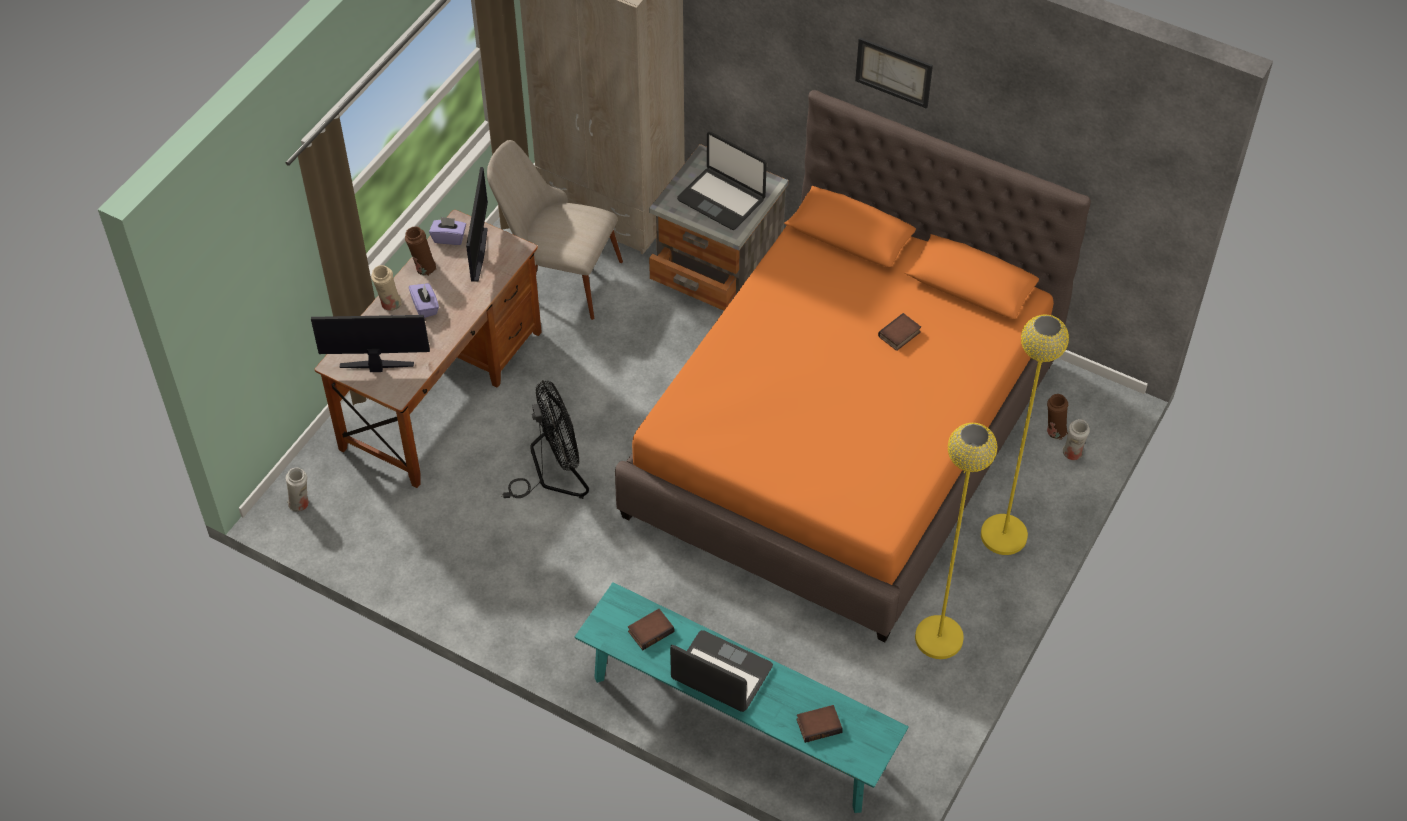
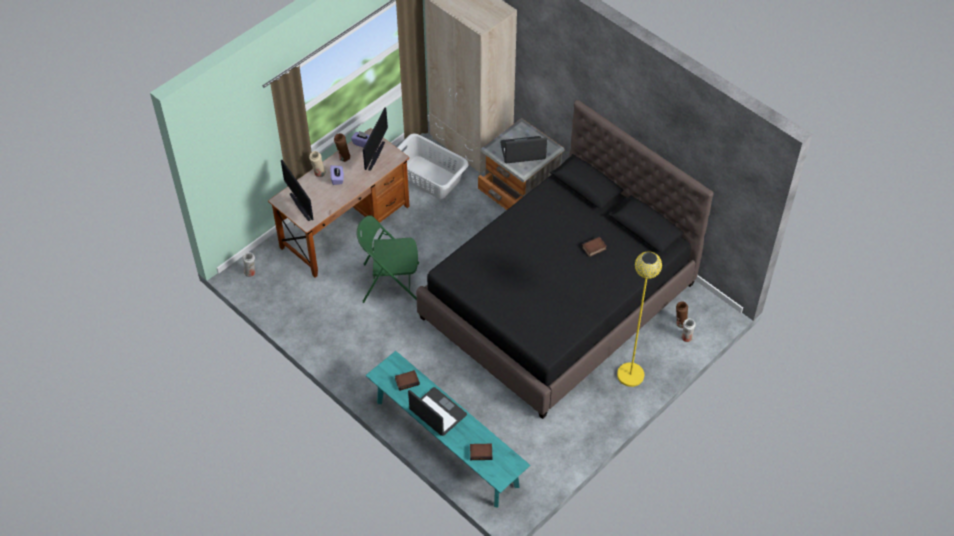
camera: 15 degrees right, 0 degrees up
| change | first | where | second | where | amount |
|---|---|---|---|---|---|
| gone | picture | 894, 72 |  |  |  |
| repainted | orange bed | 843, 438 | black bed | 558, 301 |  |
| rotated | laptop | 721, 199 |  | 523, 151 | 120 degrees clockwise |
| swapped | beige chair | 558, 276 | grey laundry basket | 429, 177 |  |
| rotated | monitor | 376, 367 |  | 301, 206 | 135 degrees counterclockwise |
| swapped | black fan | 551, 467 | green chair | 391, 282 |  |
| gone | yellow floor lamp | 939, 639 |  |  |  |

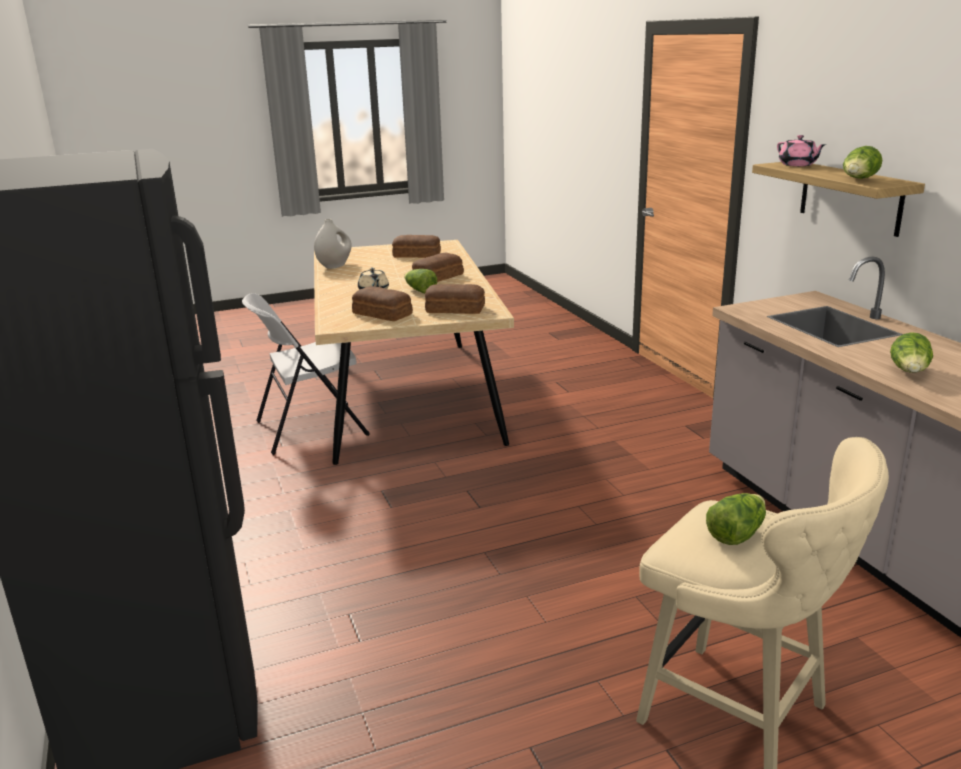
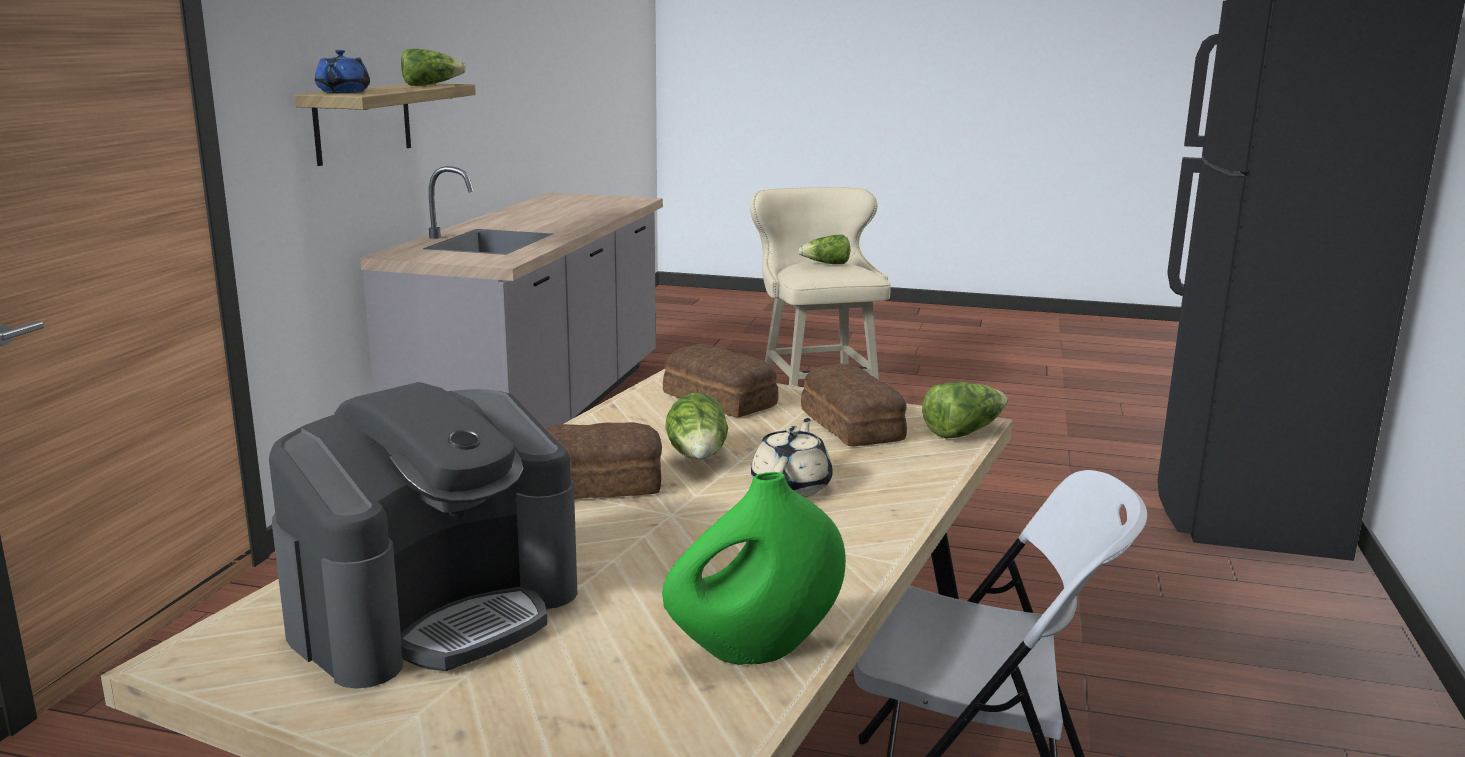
camera: 145 degrees left, 5 degrees down
| change | first | where | second | where | amount |
|---|---|---|---|---|---|
| repainted | pink teapot | 798, 165 | blue teapot | 344, 92 |  |
| repainted | white vase | 335, 266 | green vase | 754, 651 |  |
| swapped | bread | 417, 255 | coffee machine | 436, 609 |  |
| shifted | lettuce | 910, 372 |  | 963, 432 |  |

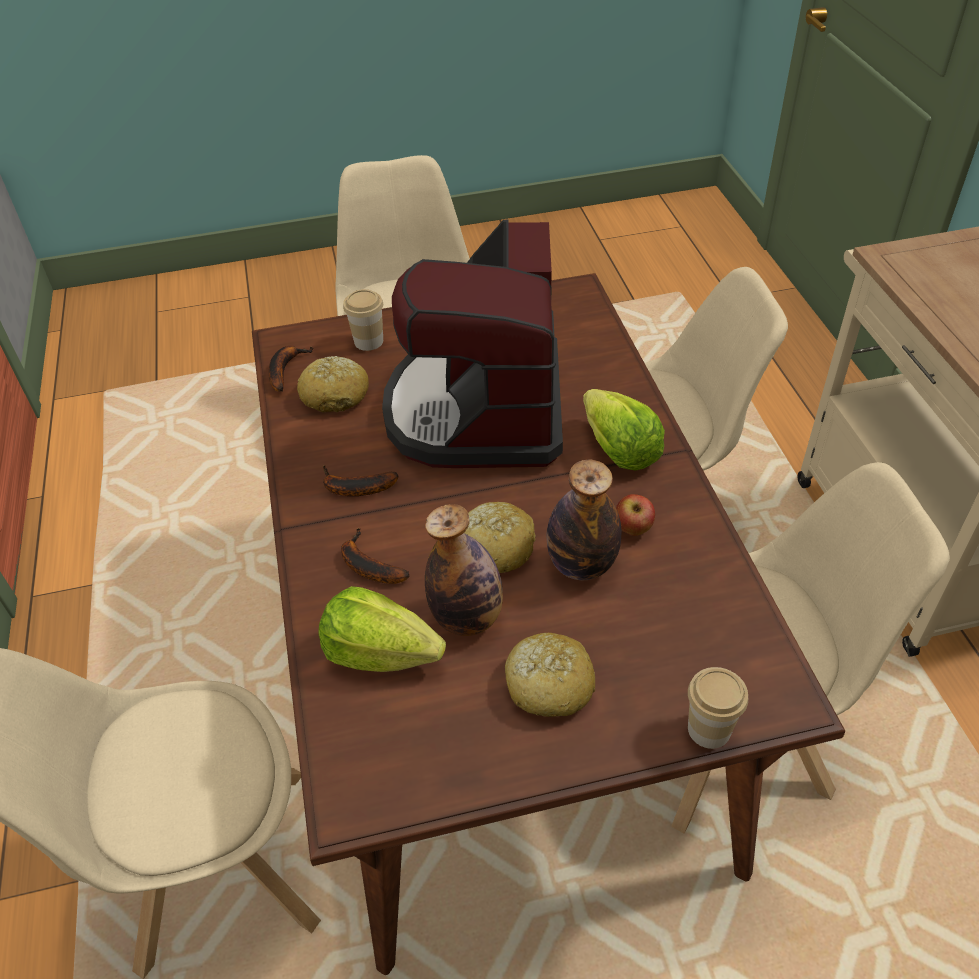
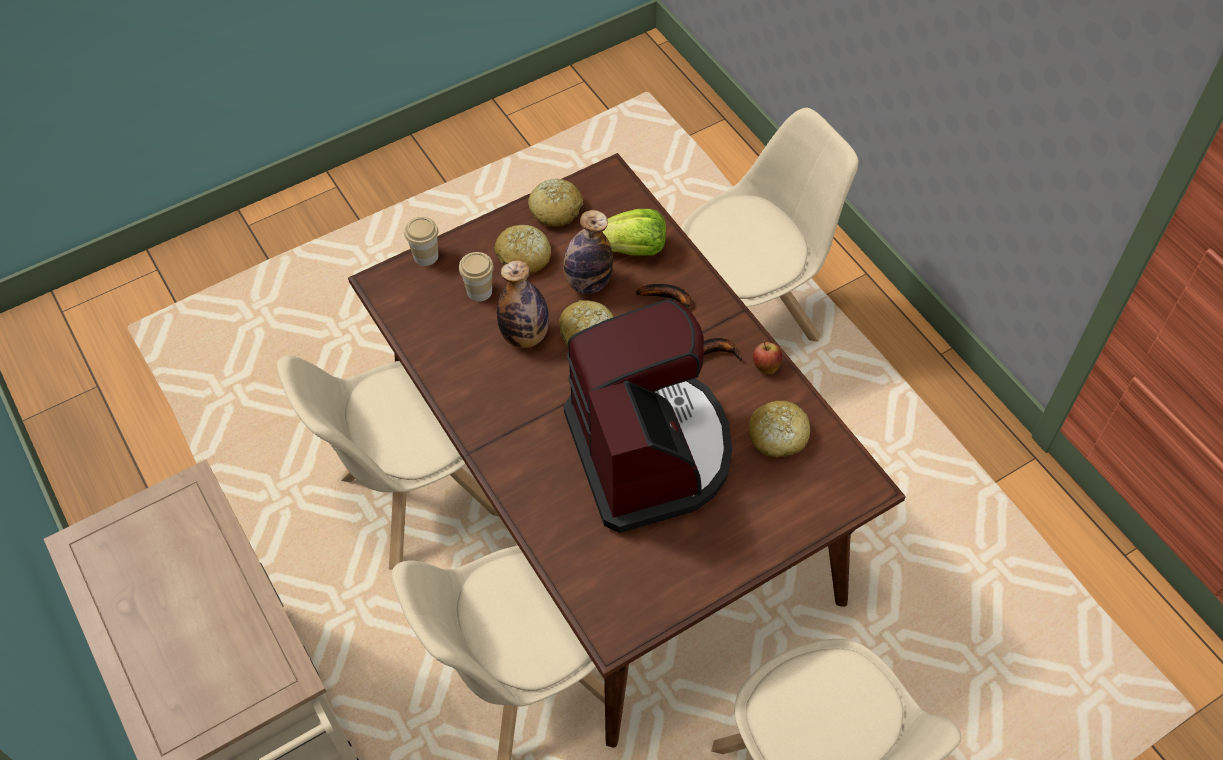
camera: 160 degrees right, 10 degrees up
| change | first | where | second | where | amount |
|---|---|---|---|---|---|
| shifted | cup | 368, 341 |  | 479, 291 |  |
| gone | banana | 285, 369 |  |  |  |
| gone | lettuce | 619, 450 |  |  |  |
| shifted | apple | 633, 529 |  | 765, 366 |  |
| new |  |  | bread | 556, 209 |  |

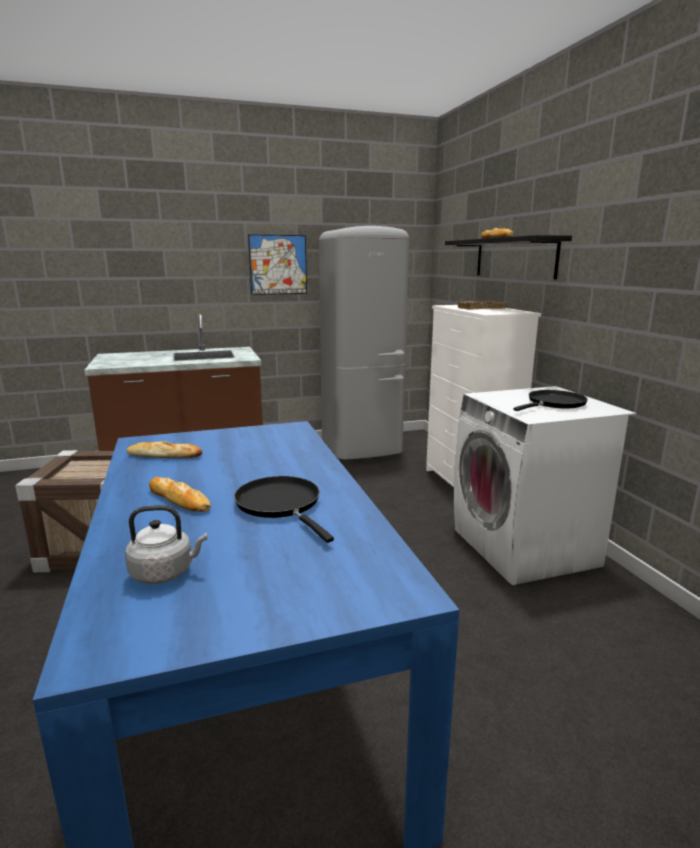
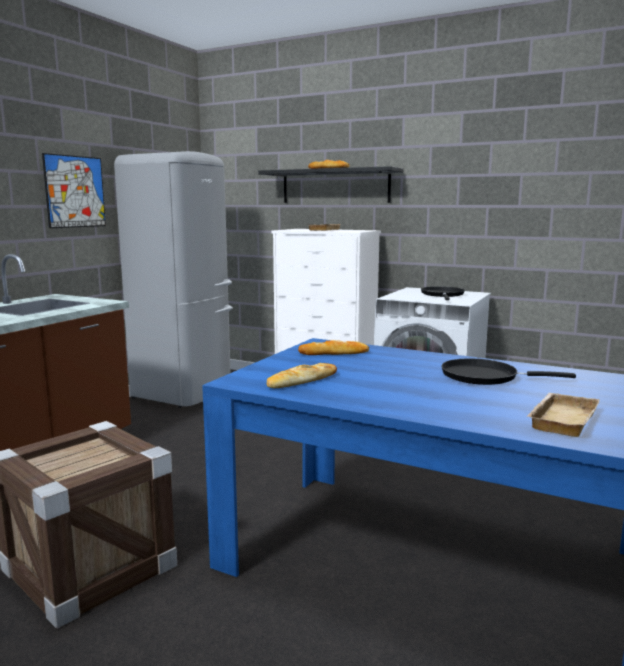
camera: 45 degrees left, 5 degrees down
| change | first | where | second | where | amount |
|---|---|---|---|---|---|
| shifted | bread | 179, 499 |  | 334, 353 |  |
| swapped | grey kettle | 165, 573 | beige tray | 560, 419 |  |

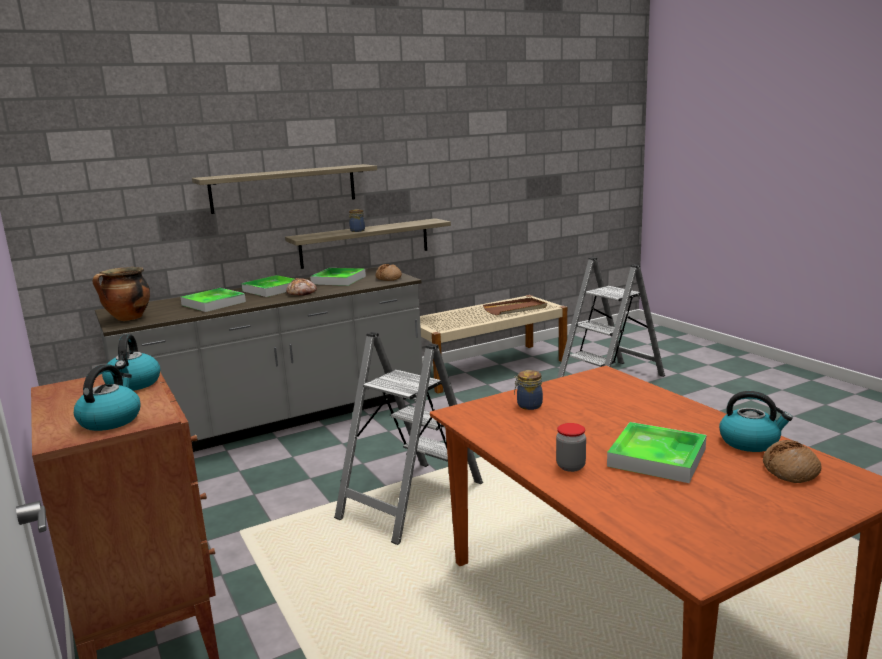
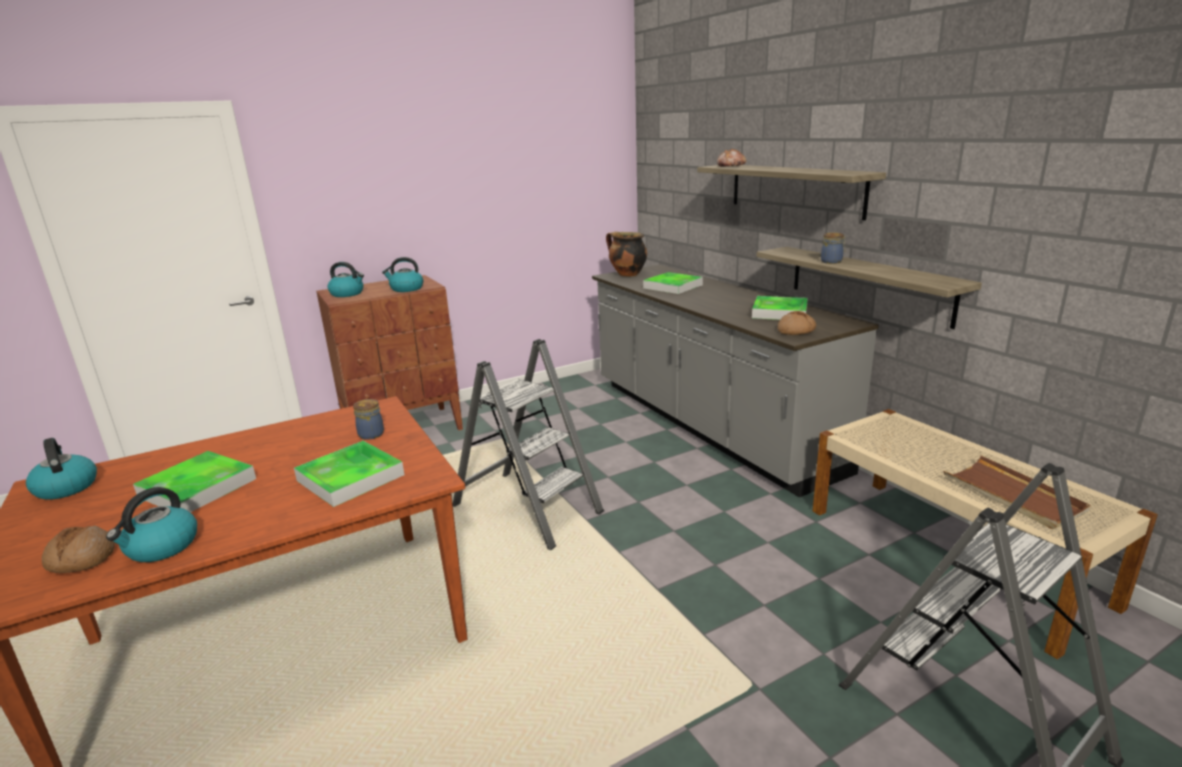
camera: 90 degrees right, 5 degrees up
| change | first | where | second | where | amount |
|---|---|---|---|---|---|
| shifted | tray | 272, 289 |  | 350, 478 |  |
| shifted | bread | 302, 293 |  | 730, 166 |  |
| gone | jar | 570, 466 |  |  |  |
| new |  |  | kettle | 66, 487 |  |

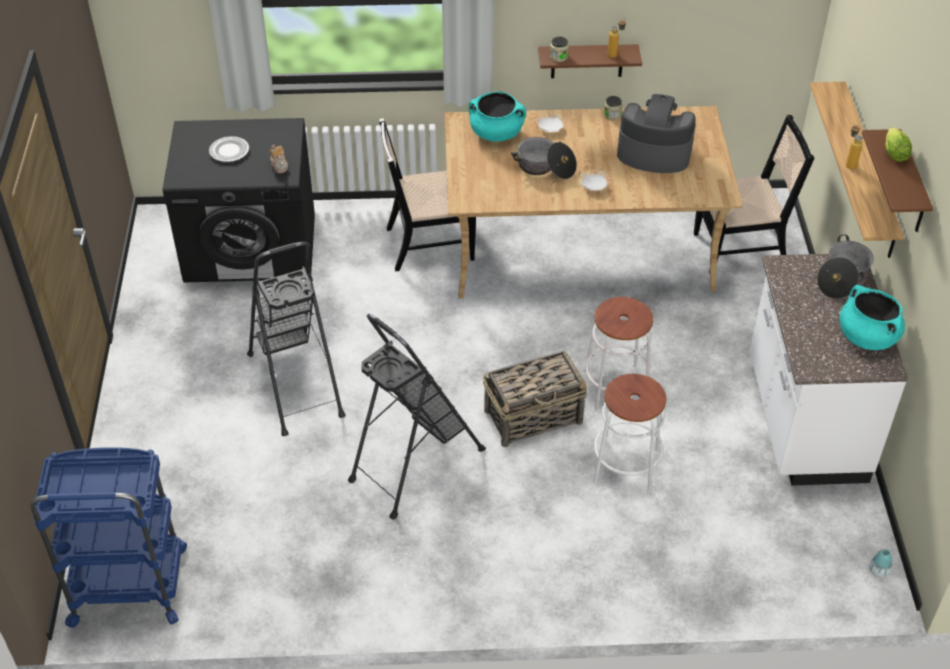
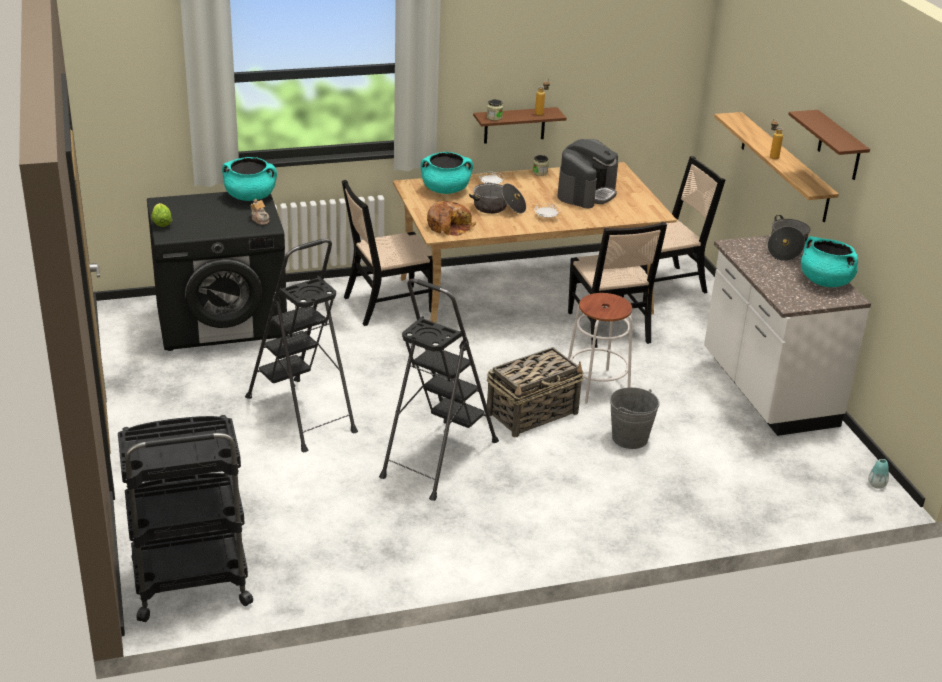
camera: 15 degrees left, 15 degrees down
| change | first | where | second | where | amount |
|---|---|---|---|---|---|
| rotated | coffee machine | 653, 153 |  | 586, 193 | 120 degrees clockwise |
| shifted | lettuce | 893, 152 |  | 161, 222 |  |
| gone | plate | 228, 151 |  |  |  |
| swapped | white stool | 626, 466 | grey bucket | 630, 438 |  |
| repainted | blue cart | 129, 585 | black cart | 191, 582 |  |
| new |  |  | turquoise cooking pot | 250, 197 |  |
| new |  |  | bread | 450, 226 |  |
| new |  |  | chair | 607, 328 |  |

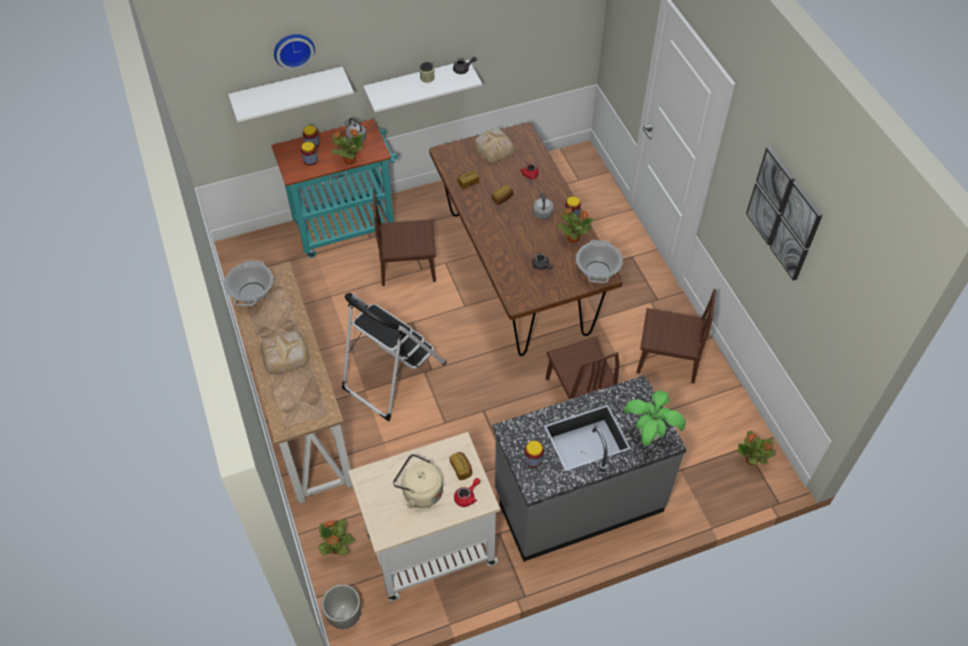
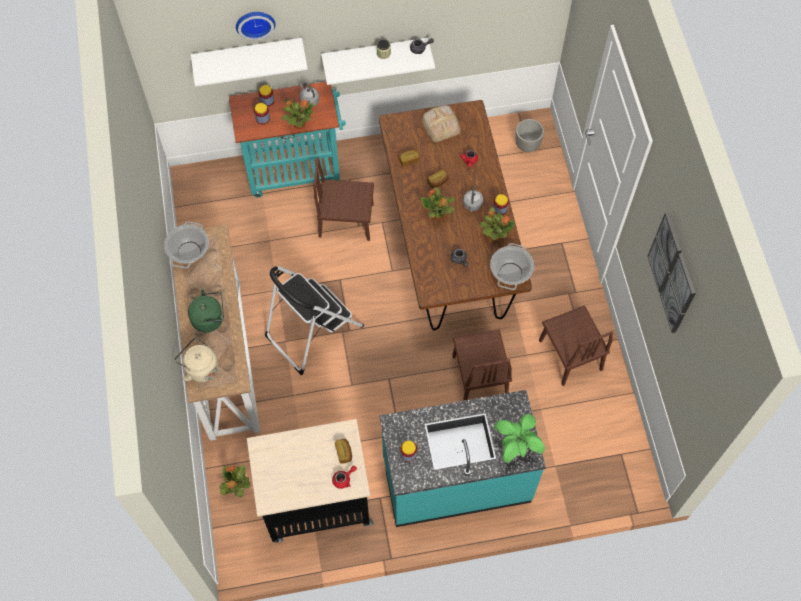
camera: 10 degrees right, 10 degrees up
| change | first | where | second | where | amount |
|---|---|---|---|---|---|
| rotated | brown chair | 667, 359 |  | 570, 355 | 45 degrees clockwise |
| swapped | bread | 286, 355 | green kettle | 210, 319 |  |
| repainted | grey counter | 578, 500 | turquoise counter | 456, 479 |  |
| shifted | potted plant | 752, 460 |  | 437, 215 |  |
| repainted | white cart | 430, 551 | black cart | 316, 504 |  |
| shifted | beige kettle | 420, 491 |  | 200, 368 |  |
| shifted | planter | 345, 615 |  | 527, 145 |  |

